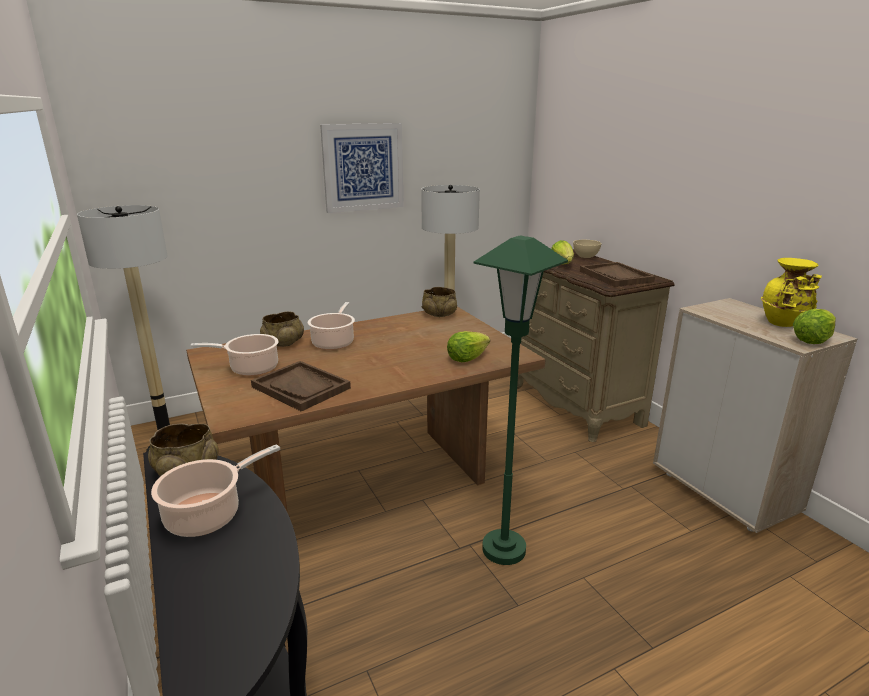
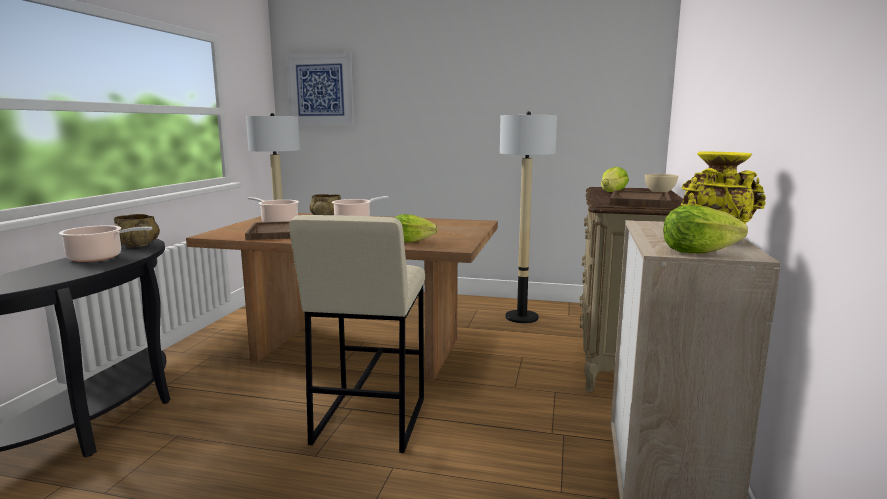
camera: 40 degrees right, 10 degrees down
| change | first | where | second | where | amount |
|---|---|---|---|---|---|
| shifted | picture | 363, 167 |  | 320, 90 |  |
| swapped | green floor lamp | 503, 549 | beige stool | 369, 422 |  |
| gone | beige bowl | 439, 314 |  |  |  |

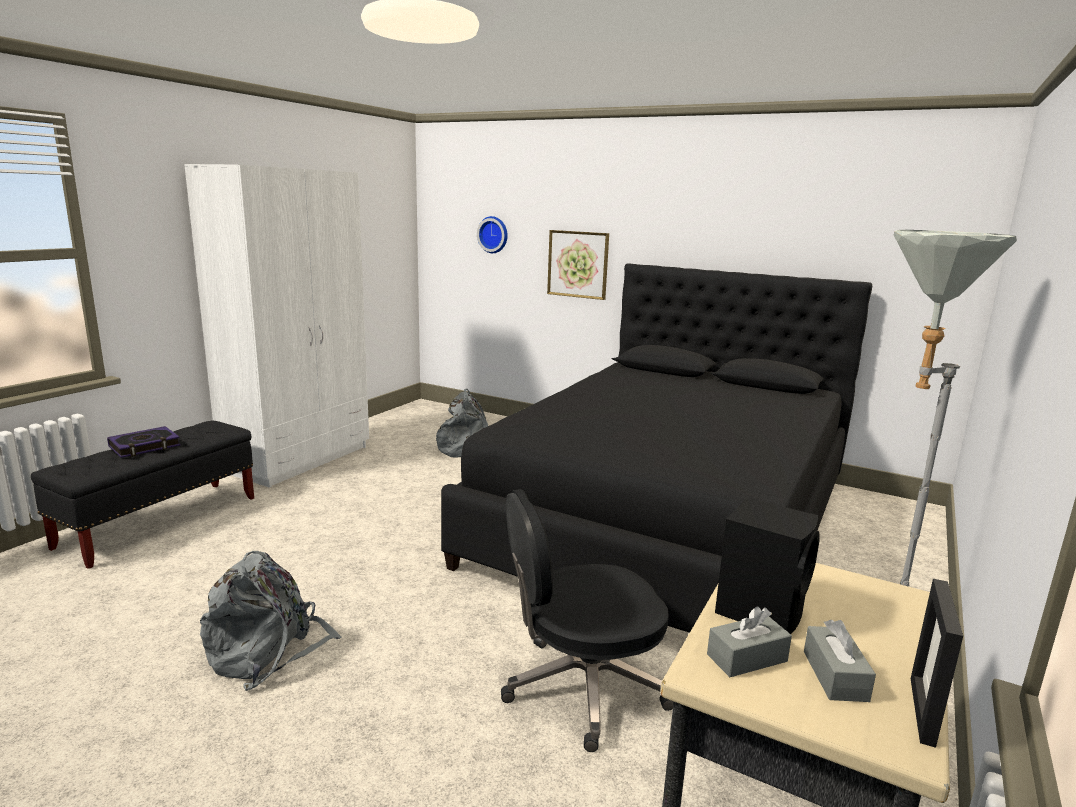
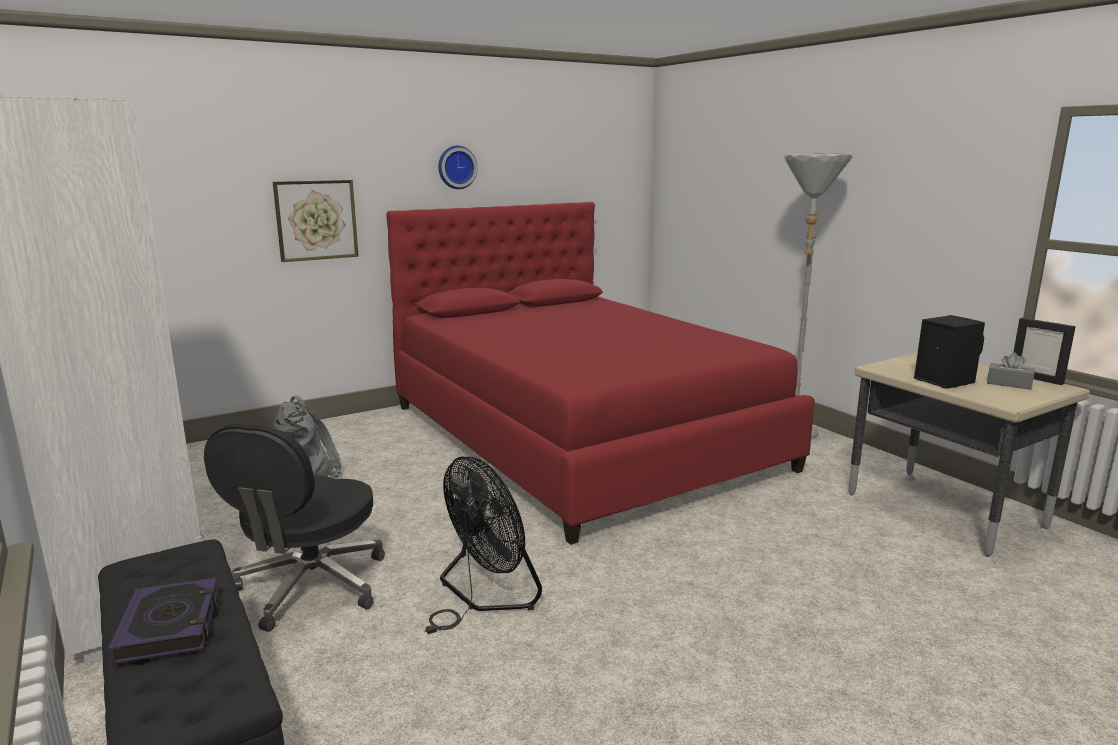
camera: 60 degrees left, 0 degrees up
| change | first | where | second | where | amount |
|---|---|---|---|---|---|
| shifted | wall clock | 493, 234 |  | 456, 167 |  |
| repainted | black bed | 669, 521 | red bed | 579, 435 |  |
| shifted | black office chair | 582, 687 |  | 310, 587 |  |
| gone | grey backpack | 268, 651 |  |  |  |
| gone | grey tissue box | 747, 658 |  |  |  |
| new |  |  | black fan | 476, 591 |  |

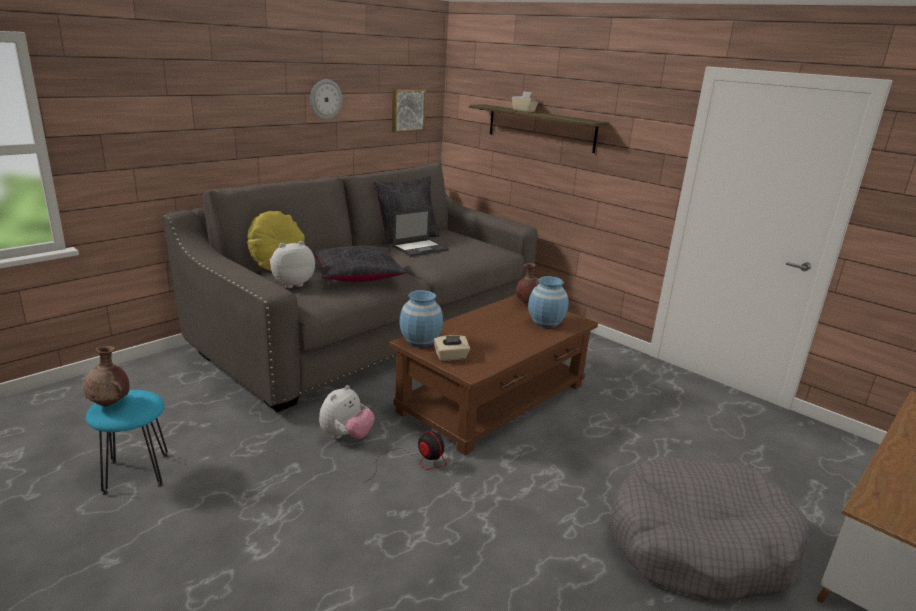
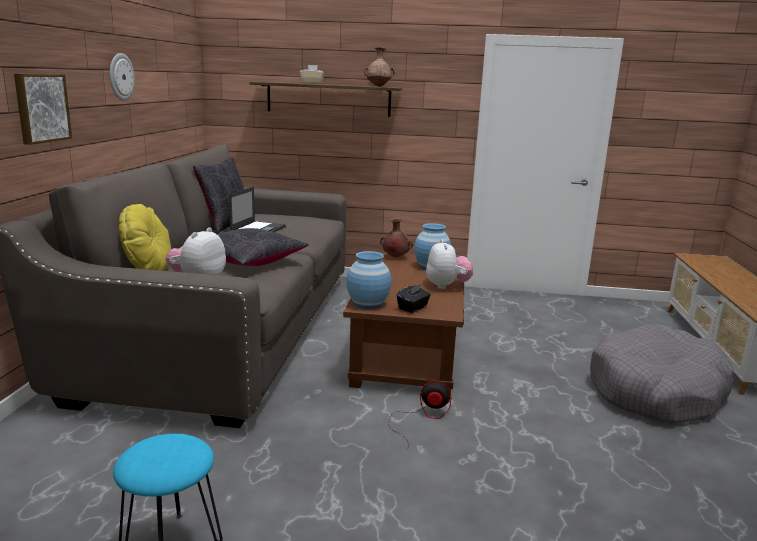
camera: 35 degrees left, 5 degrees down
| change | first | where | second | where | amount |
|---|---|---|---|---|---|
| shifted | picture | 407, 110 |  | 41, 108 |  |
| repainted | beige tissue box | 451, 357 | black tissue box | 413, 308 |  |
| shifted | brown vase | 110, 403 |  | 379, 86 |  |
| shifted | plush toy | 346, 436 |  | 447, 286 |  |

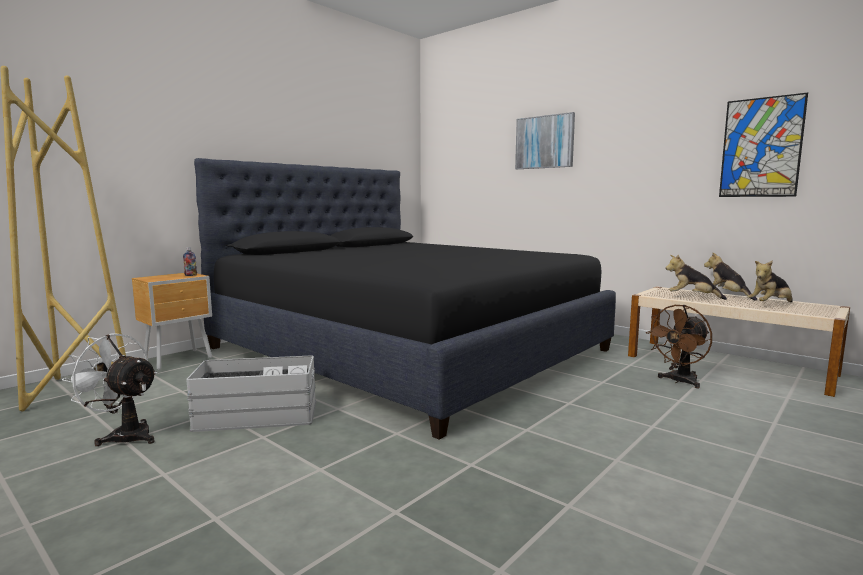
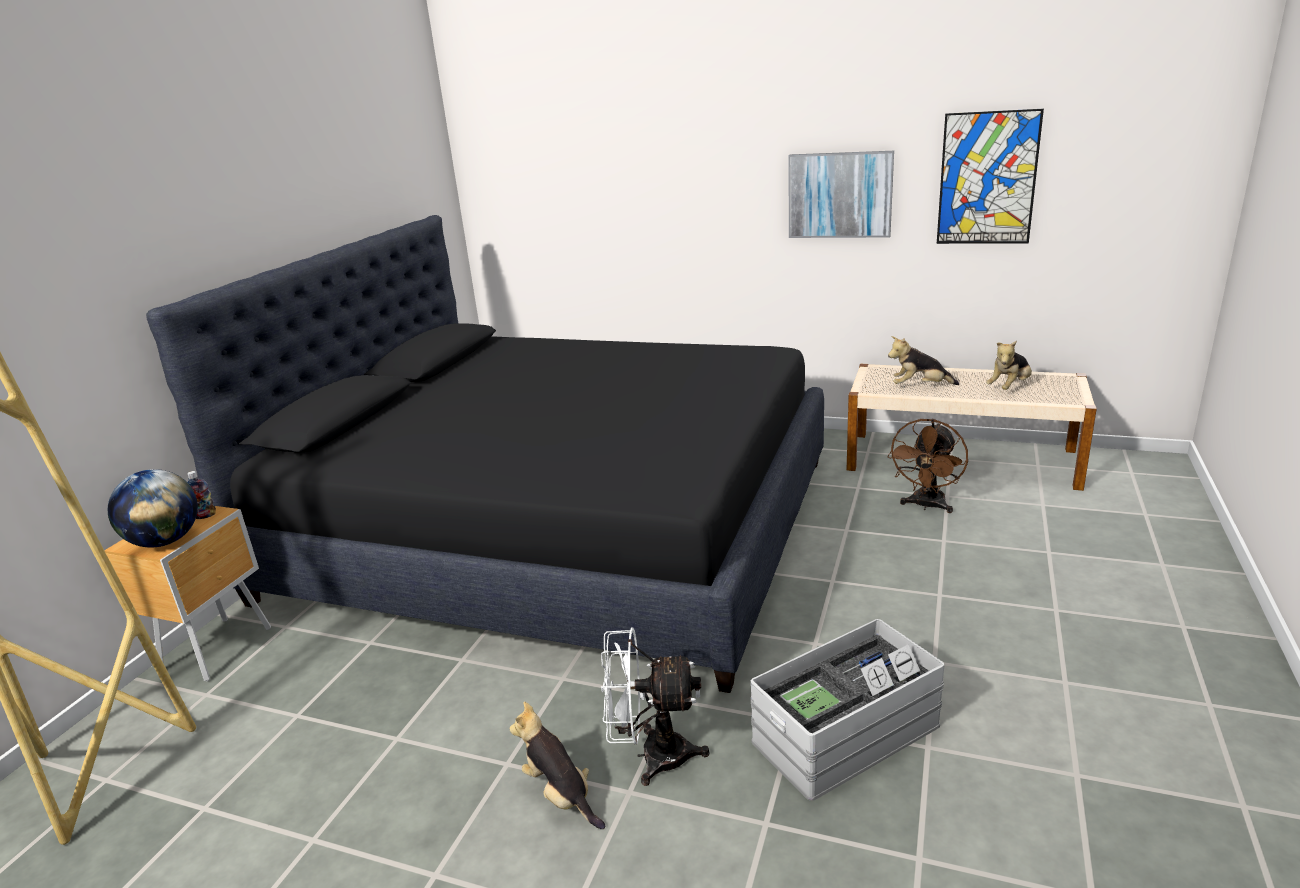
camera: 20 degrees left, 15 degrees up
| change | first | where | second | where | amount |
|---|---|---|---|---|---|
| shifted | picture | 544, 142 |  | 840, 195 |  |
| shifted | plush toy | 727, 295 |  | 560, 795 |  |
| shifted | white fan | 124, 435 |  | 652, 756 |  |
| shifted | grey storage box | 257, 414 |  | 844, 731 |  |
| new |  |  | globe | 165, 541 |  |

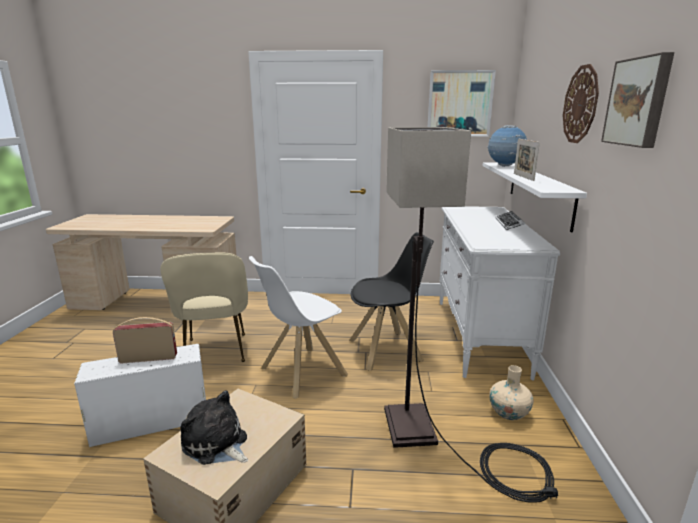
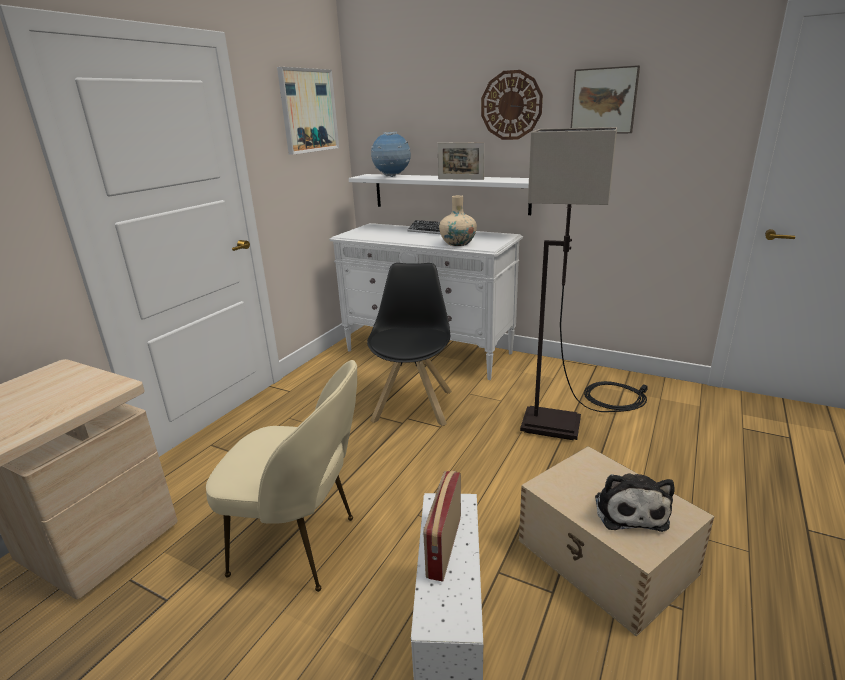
camera: 65 degrees left, 5 degrees up
| change | first | where | second | where | amount |
|---|---|---|---|---|---|
| gone | white chair | 301, 372 |  |  |  |
| shifted | beige vase | 509, 413 |  | 458, 243 |  |
| rotated | plush toy | 216, 444 |  | 629, 510 | 60 degrees counterclockwise |

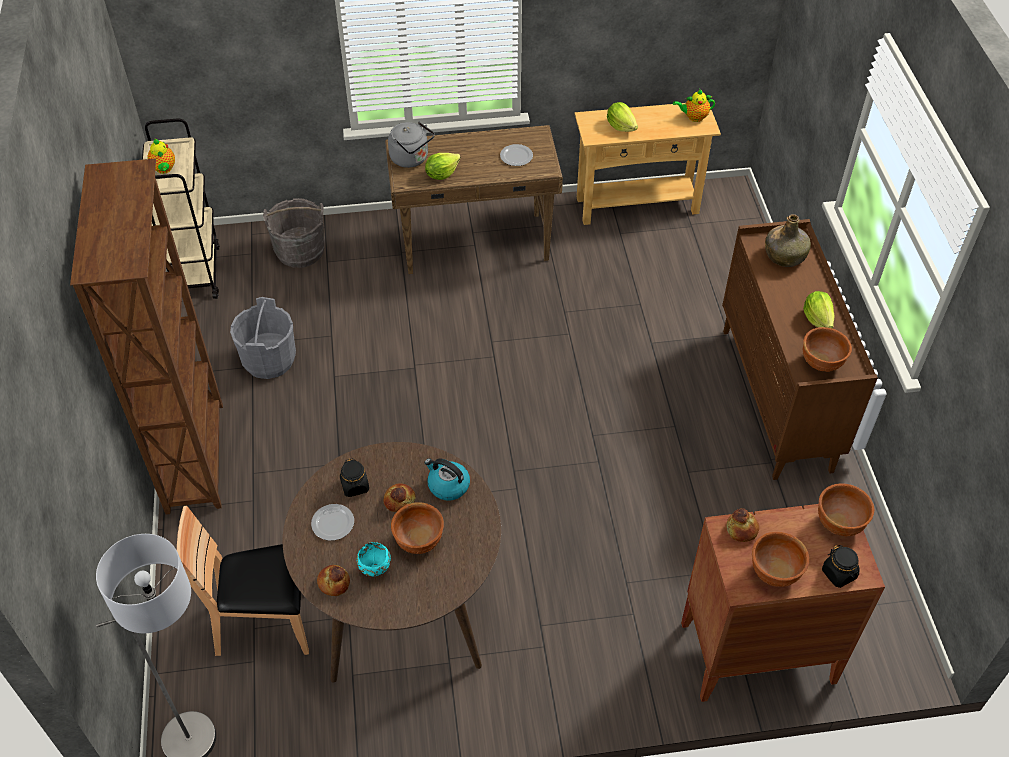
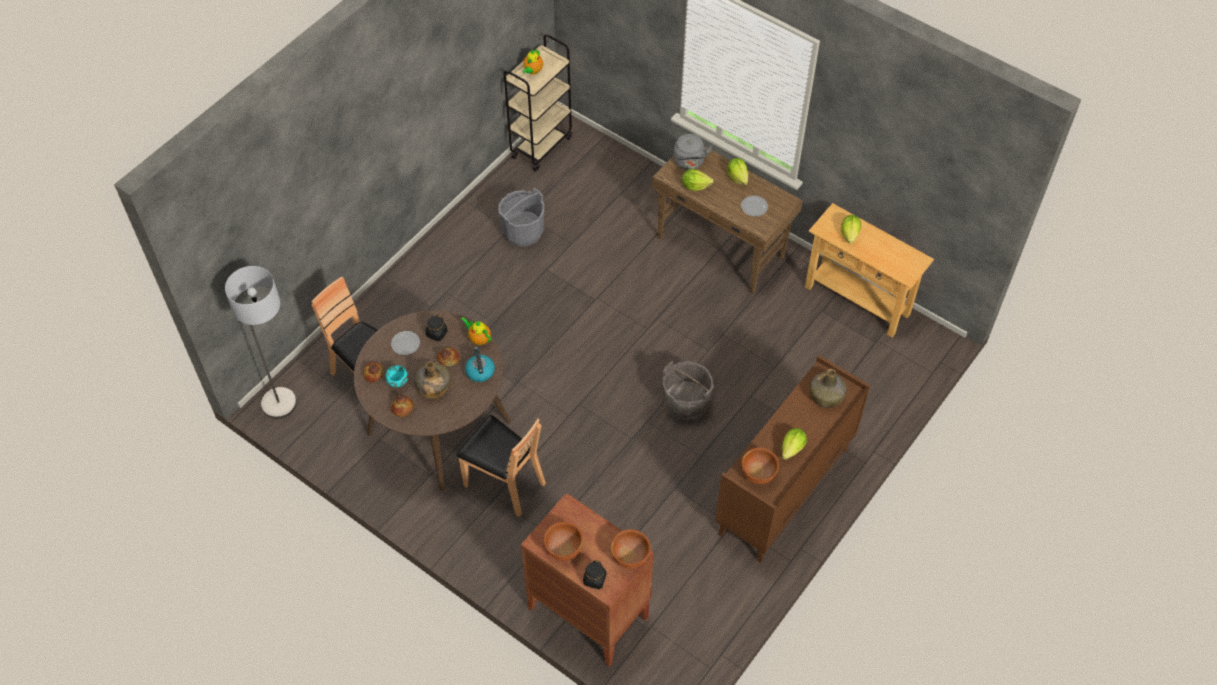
camera: 45 degrees right, 5 degrees up
| change | first | where | second | where | amount |
|---|---|---|---|---|---|
| shifted | teapot | 693, 117 |  | 478, 338 |  |
| gone | brown bookcase | 196, 456 |  |  |  |
| shifted | grey bucket | 300, 251 |  | 685, 404 |  |
| swapped | brown bowl | 418, 541 | green bottle | 433, 387 |  |
| shifted | bread | 742, 529 |  | 402, 408 |  |
| new |  |  | lettuce | 737, 177 |  |
| new |  |  | brown chair | 504, 483 |  |

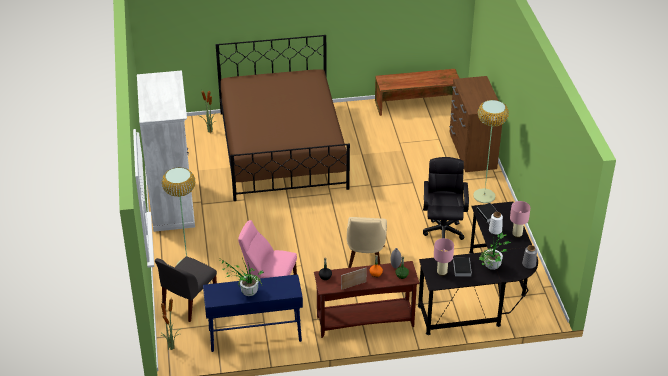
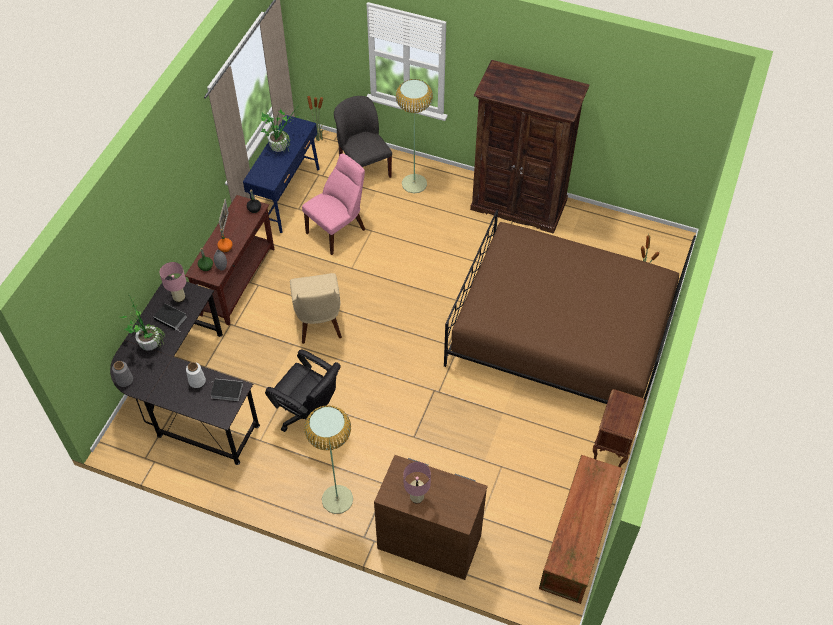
camera: 120 degrees right, 15 degrees up
| change | first | where | second | where | amount |
|---|---|---|---|---|---|
| repainted | white wardrobe | 172, 205 | brown wardrobe | 518, 205 |  |
| shifted | pink table lamp | 517, 235 |  | 416, 497 |  |
| rotated | beige chair | 365, 260 |  | 319, 323 | 135 degrees counterclockwise |
| new |  |  | brown nightstand | 611, 449 |  |

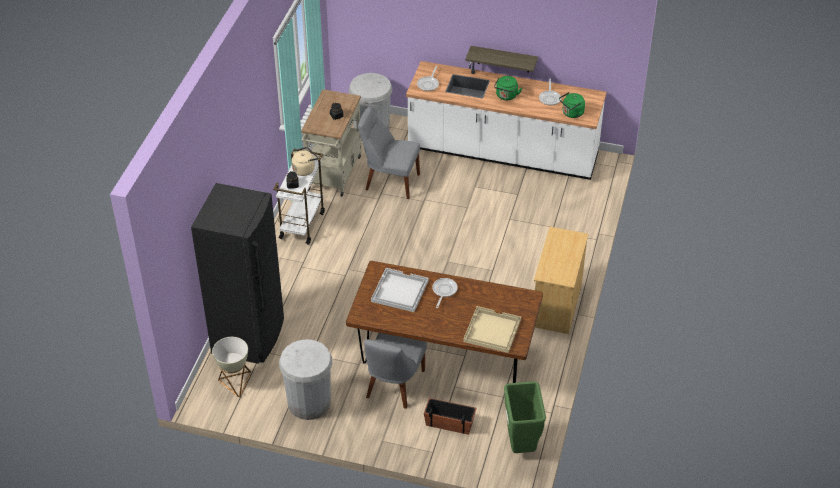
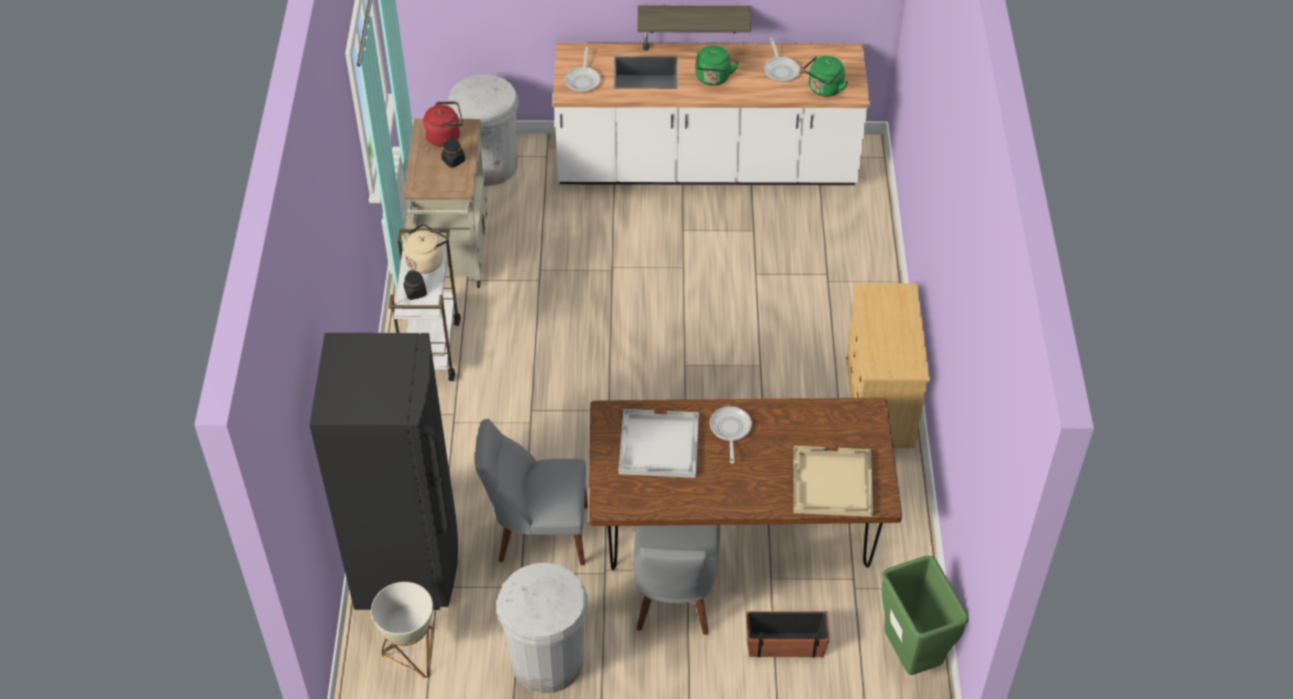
camera: 15 degrees left, 5 degrees up
| change | first | where | second | where | amount |
|---|---|---|---|---|---|
| shifted | grey chair | 389, 181 |  | 538, 533 |  |
| new |  |  | red kettle | 445, 136 |  |

